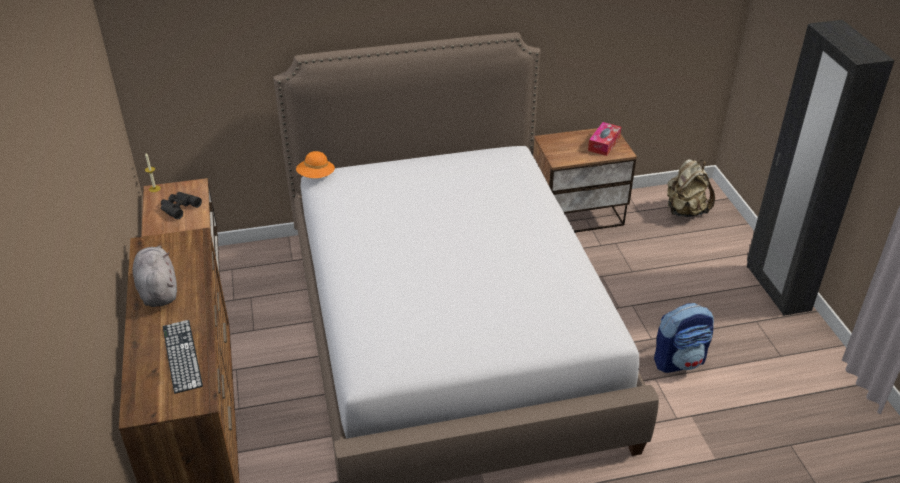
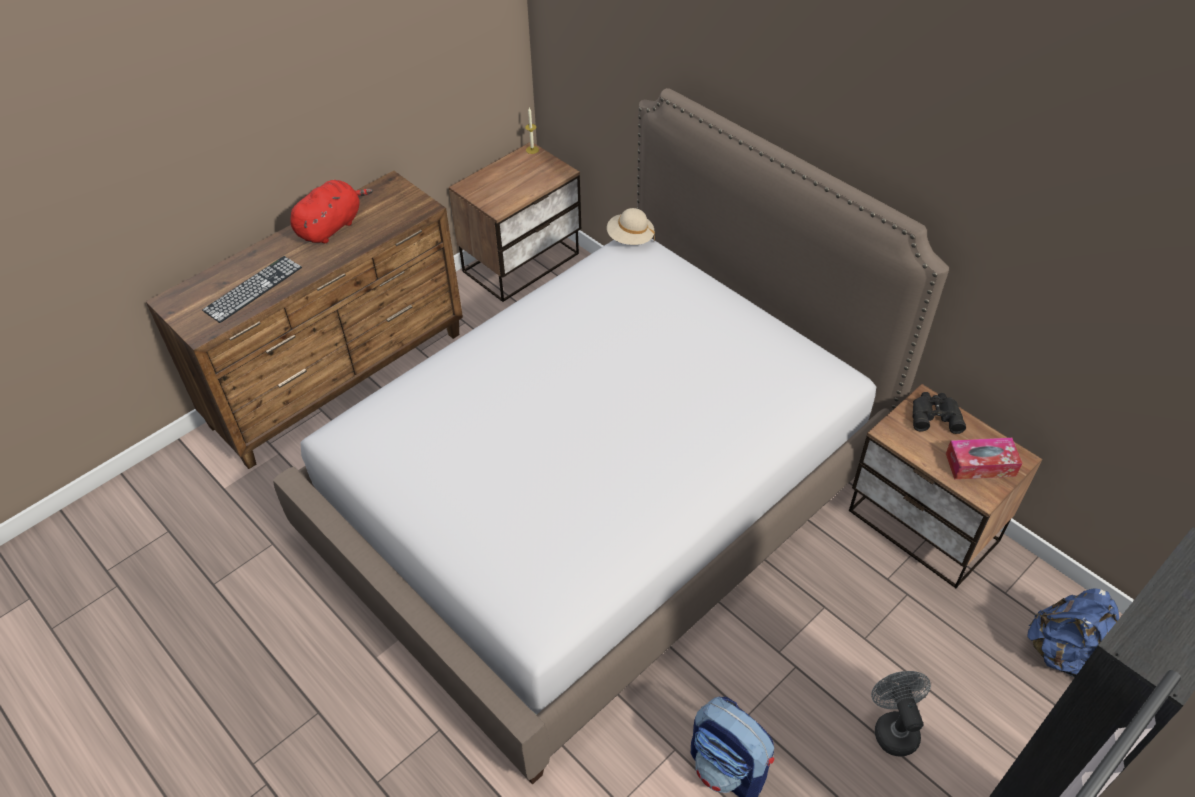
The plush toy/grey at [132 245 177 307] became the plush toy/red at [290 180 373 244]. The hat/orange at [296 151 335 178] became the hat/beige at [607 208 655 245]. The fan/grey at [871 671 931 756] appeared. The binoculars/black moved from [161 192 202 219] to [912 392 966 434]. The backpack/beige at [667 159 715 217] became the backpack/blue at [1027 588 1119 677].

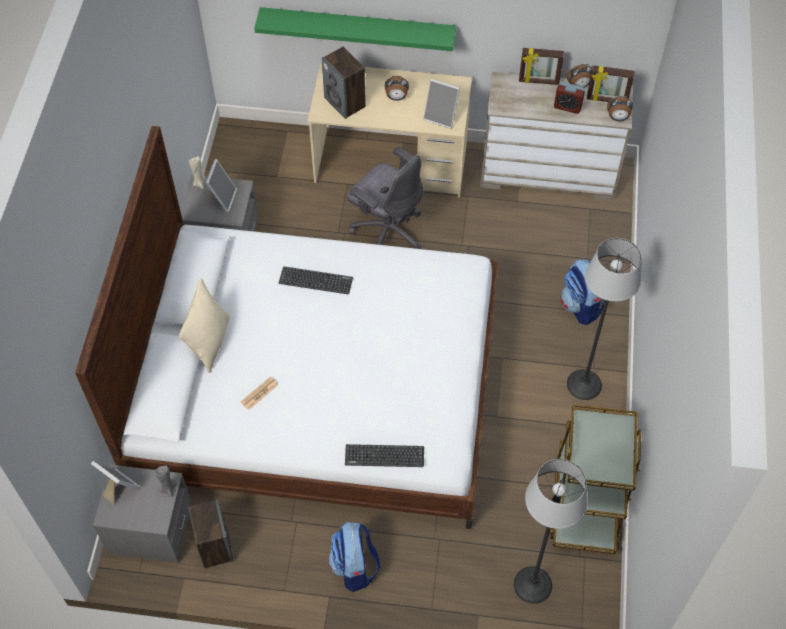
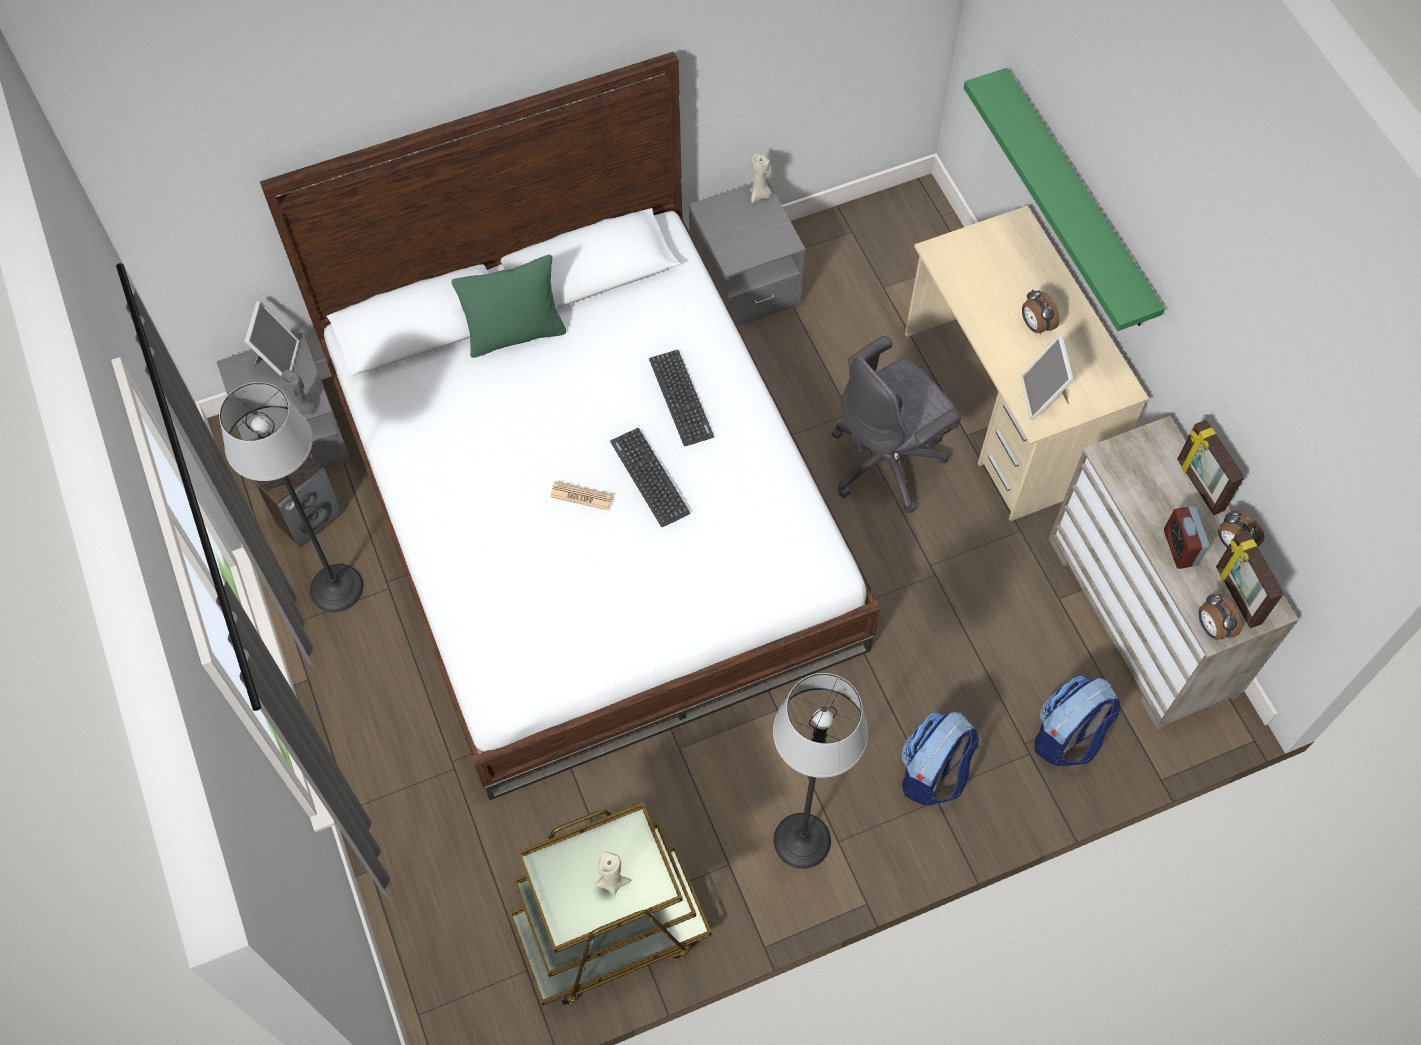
The floor lamp moved from [514 459 588 604] to [219 382 363 612]. The pillow/beige at [179 278 230 373] became the pillow/green at [451 255 566 358]. The newspaper moved from [241 376 279 410] to [550 481 613 510]. The candle/beige at [595 852 631 895] appeared. The keyboard moved from [345 444 424 467] to [610 428 690 527]. The office chair/grey at [347 147 423 249] turned 45 degrees clockwise. The backpack moved from [328 522 381 592] to [1034 676 1120 766]. The picture frame at [206 159 237 213] disappeared. The speaker at [322 47 366 119] disappeared.

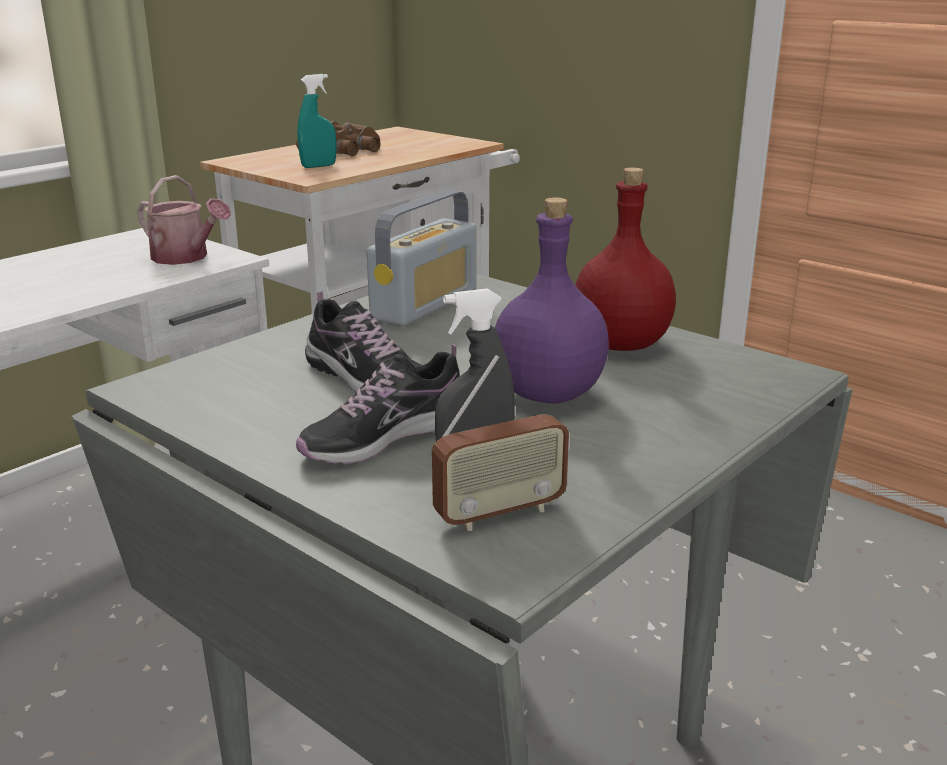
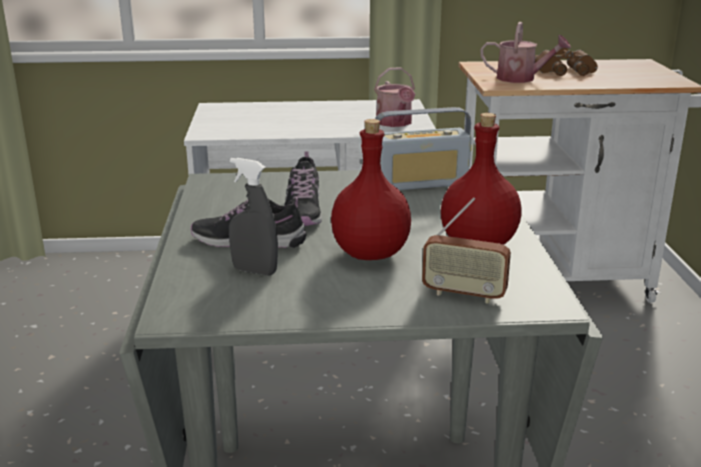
The bottle/purple at [495 197 609 404] became the bottle/red at [331 119 411 260]. The radio moved from [432 355 569 531] to [422 197 511 304]. The spray bottle/turquoise at [297 74 336 168] was replaced by the watering can at [481 22 571 83].

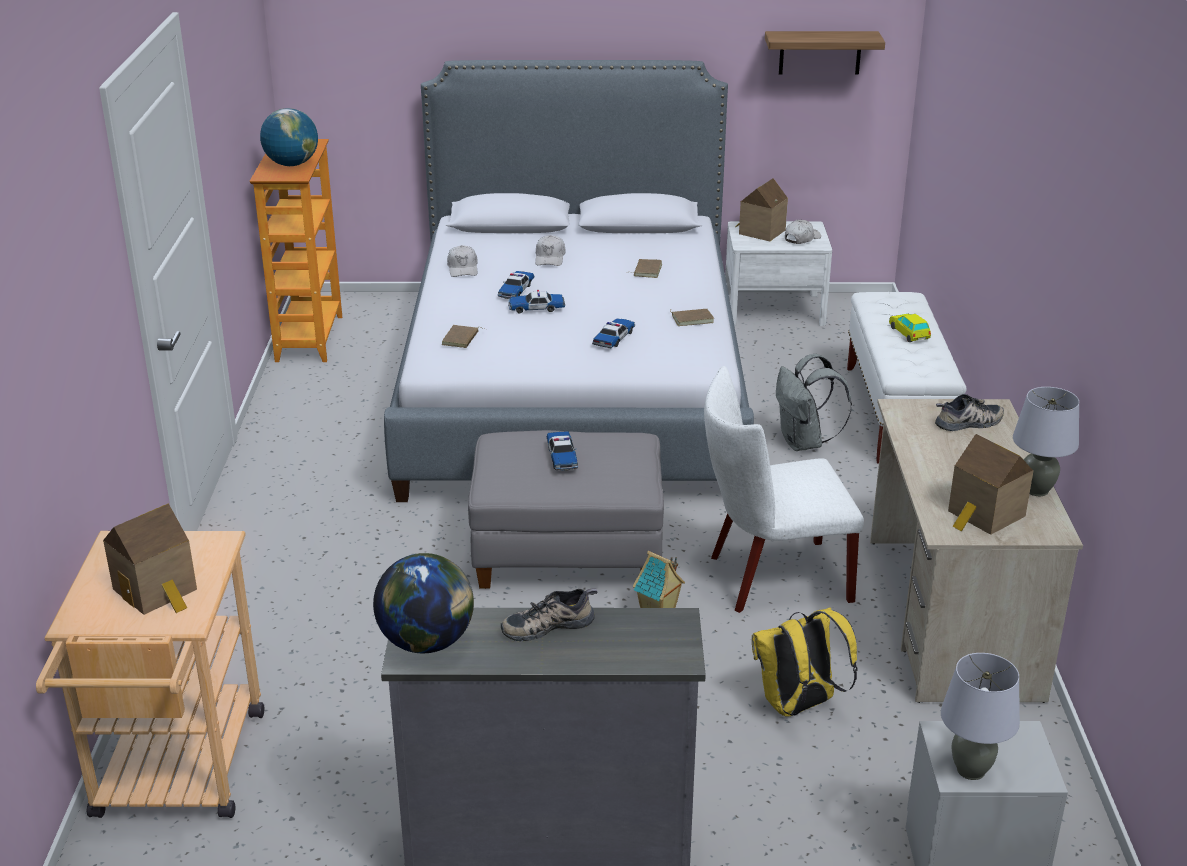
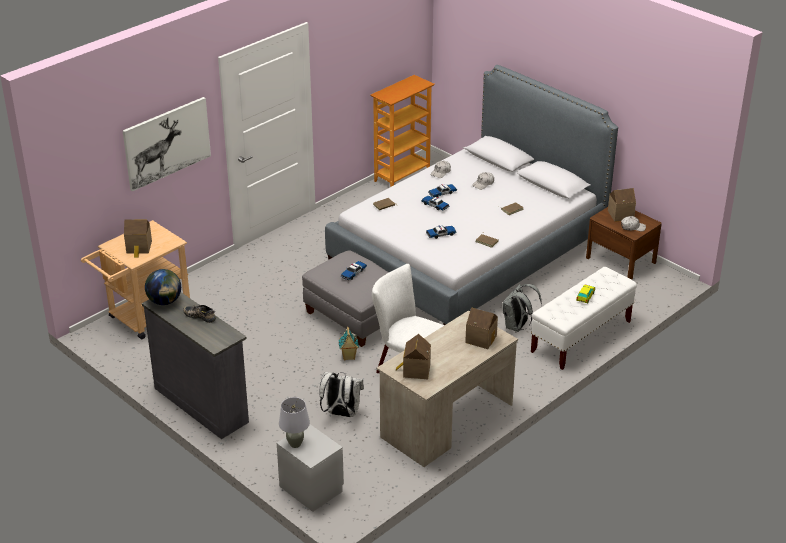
The picture at [123 97 211 191] appeared. The backpack/yellow at [752 607 858 717] became the backpack/white at [319 372 364 417]. The shoe at [935 394 1004 431] was replaced by the toy house at [465 307 498 349]. The nightstand/white at [725 221 832 326] became the nightstand/brown at [586 207 662 280]. The globe at [260 108 318 166] disappeared. The shelf at [765 31 885 74] disappeared. The table lamp/grey at [1013 387 1079 496] disappeared.

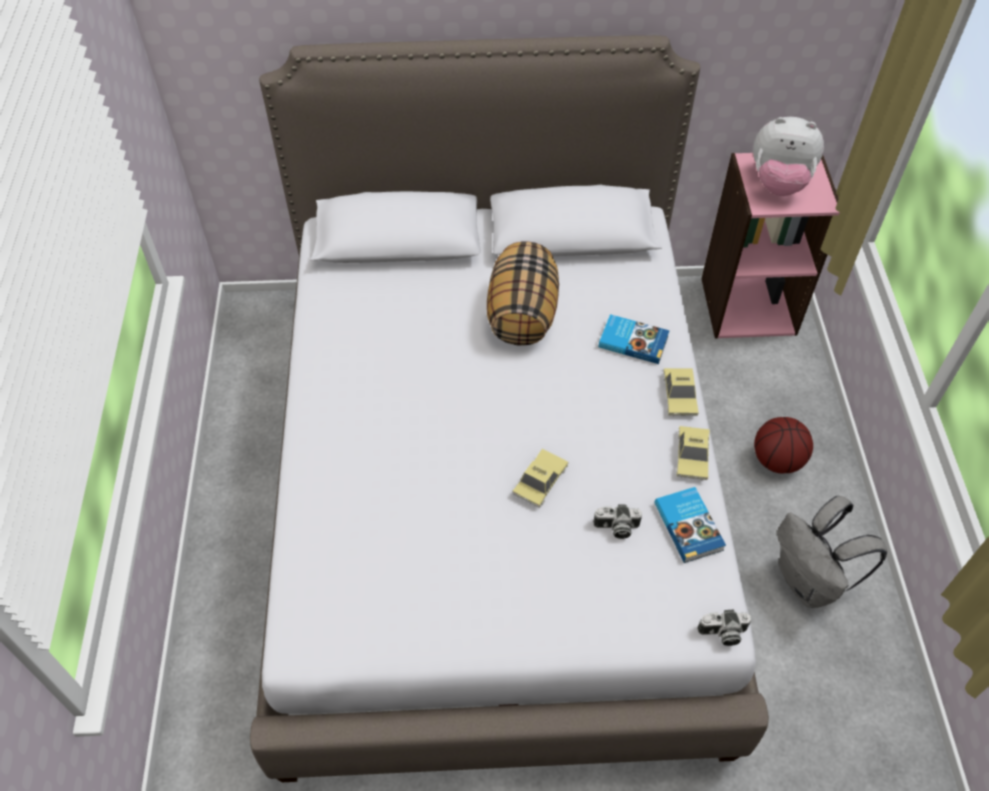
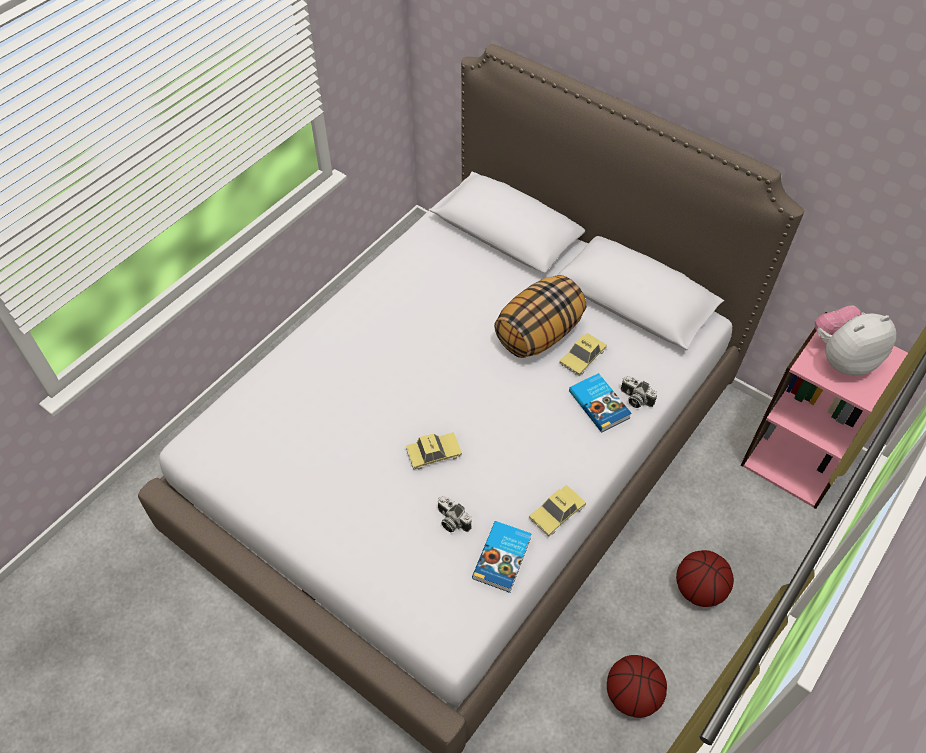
The toy car moved from [663 368 699 416] to [560 333 607 376]. The backpack/grey at [777 495 888 608] was replaced by the basketball at [607 655 667 718]. The photo camera moved from [697 610 751 646] to [621 376 657 408]. The plush toy at [753 117 824 196] turned 105 degrees clockwise.

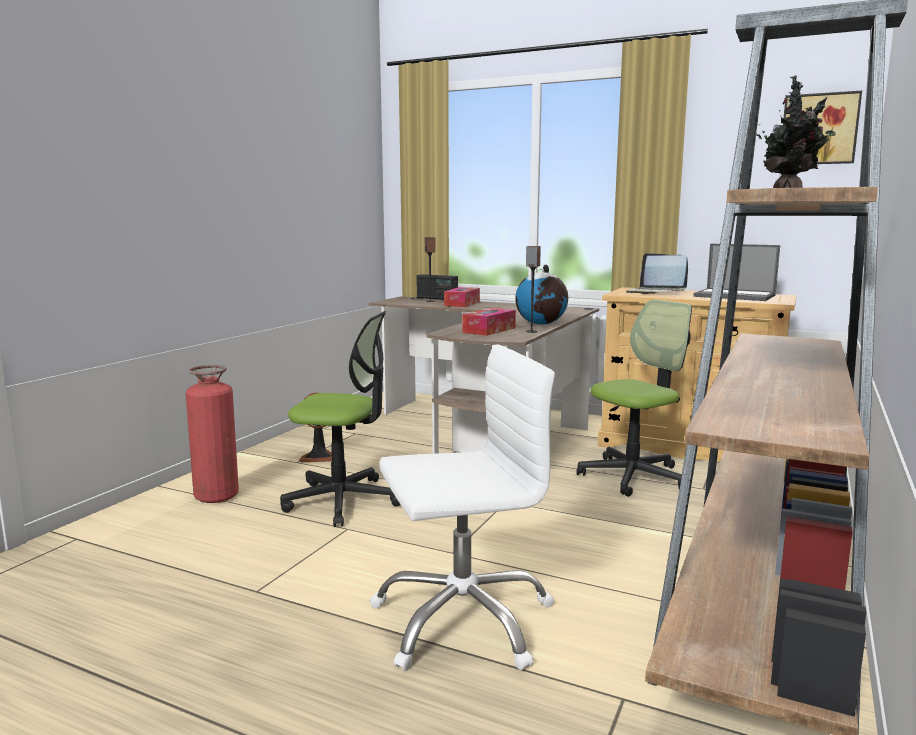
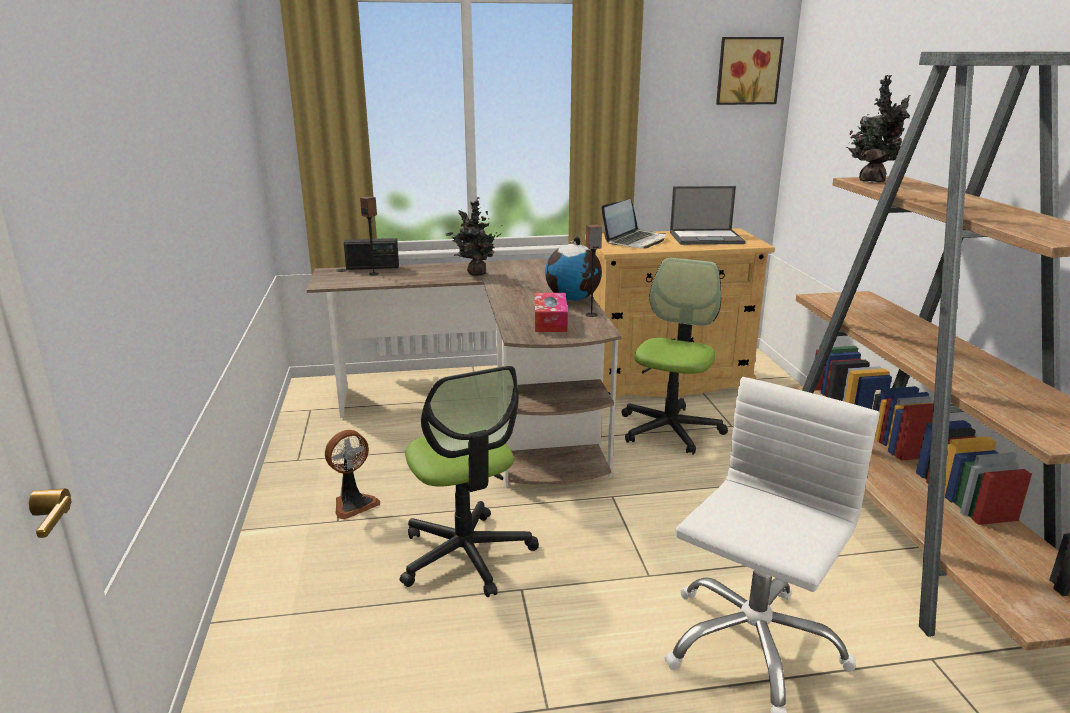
The office chair at [280 311 400 527] turned 90 degrees clockwise. The potted plant at [446 197 501 276] appeared. The laptop at [626 253 688 294] turned 60 degrees counterclockwise. The fire extinguisher at [186 365 239 503] disappeared. The tissue box at [444 287 480 307] disappeared.

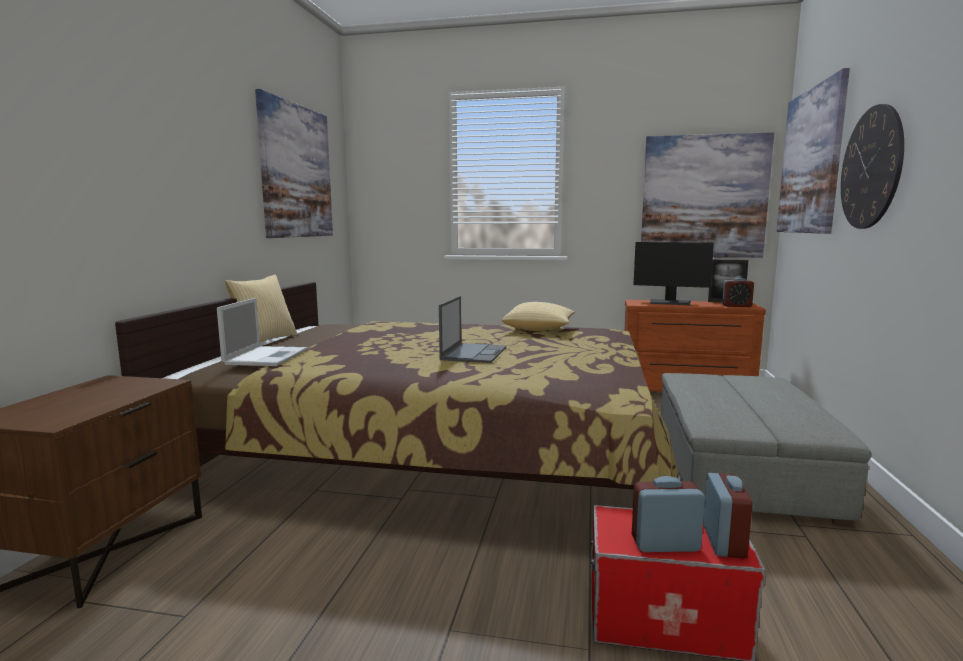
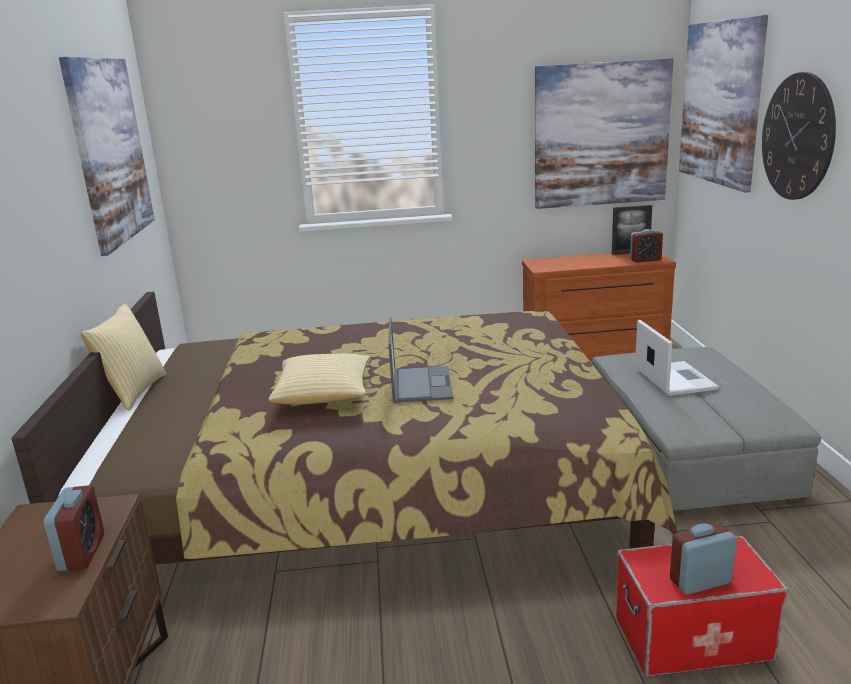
The alarm clock moved from [703 473 753 558] to [44 485 104 571]. The pillow moved from [502 302 575 331] to [269 354 370 405]. The laptop moved from [217 298 307 366] to [635 320 719 396]. The monitor at [633 242 714 305] disappeared.

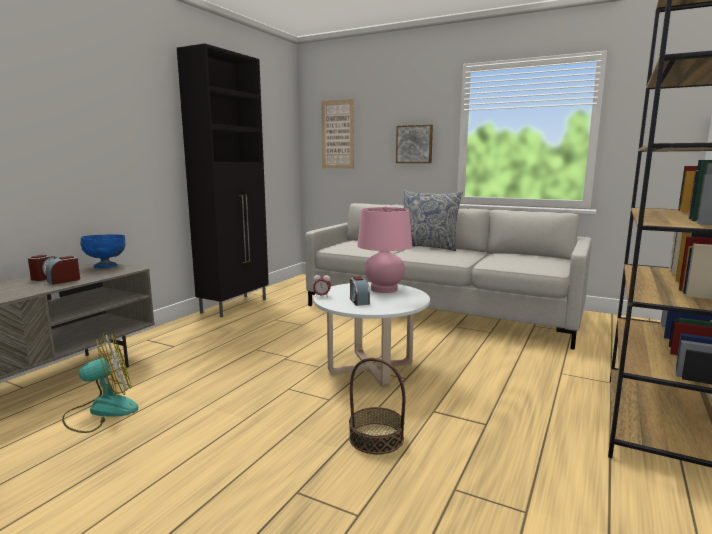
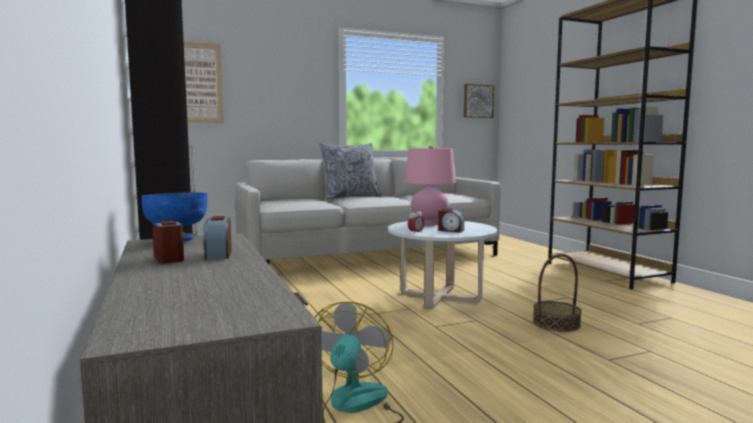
The picture moved from [396 125 433 163] to [464 84 494 118].

